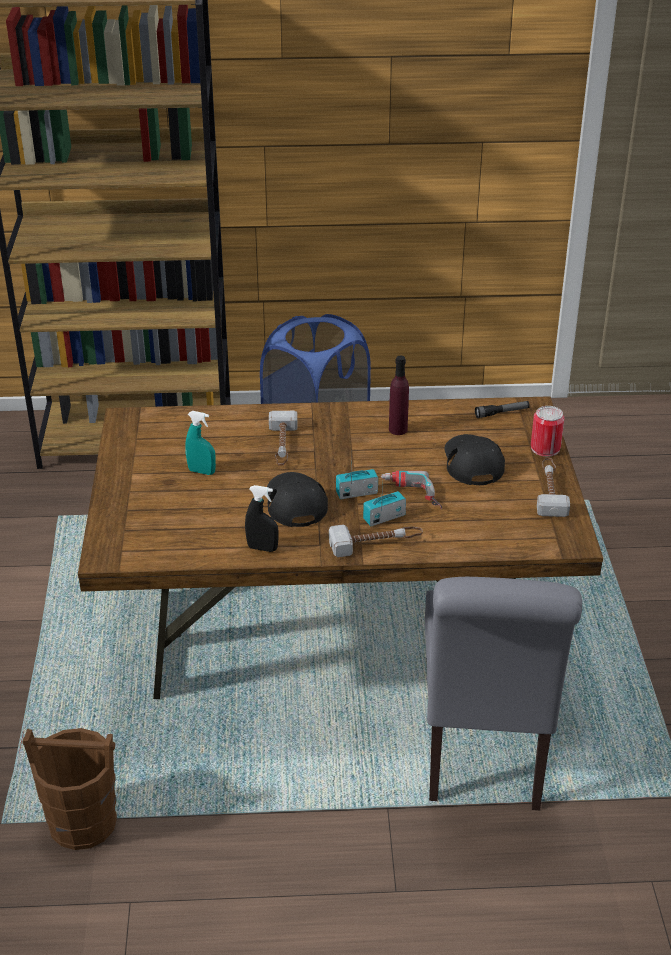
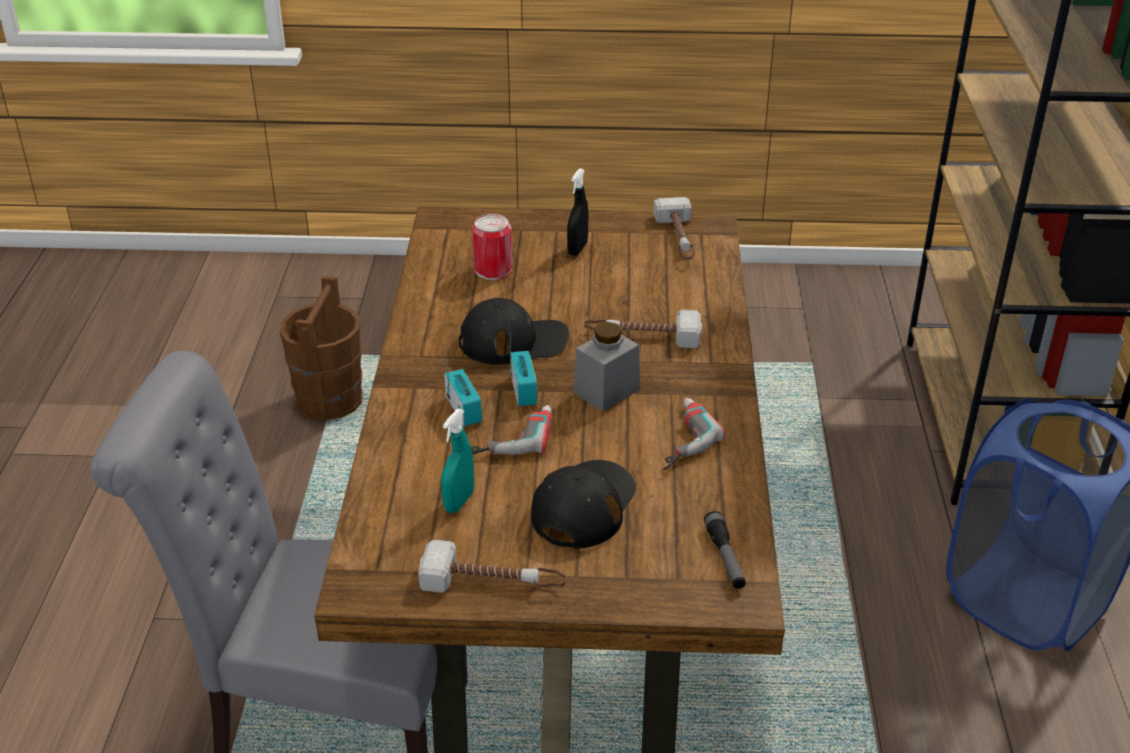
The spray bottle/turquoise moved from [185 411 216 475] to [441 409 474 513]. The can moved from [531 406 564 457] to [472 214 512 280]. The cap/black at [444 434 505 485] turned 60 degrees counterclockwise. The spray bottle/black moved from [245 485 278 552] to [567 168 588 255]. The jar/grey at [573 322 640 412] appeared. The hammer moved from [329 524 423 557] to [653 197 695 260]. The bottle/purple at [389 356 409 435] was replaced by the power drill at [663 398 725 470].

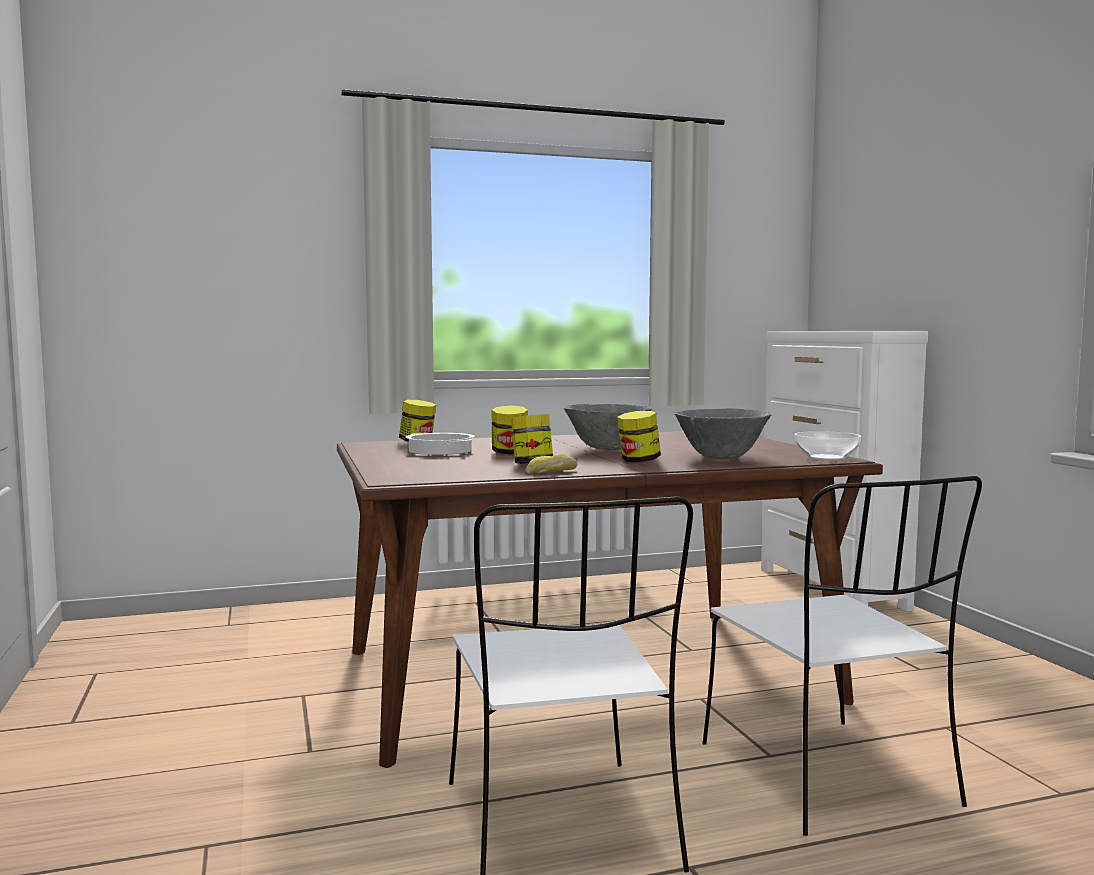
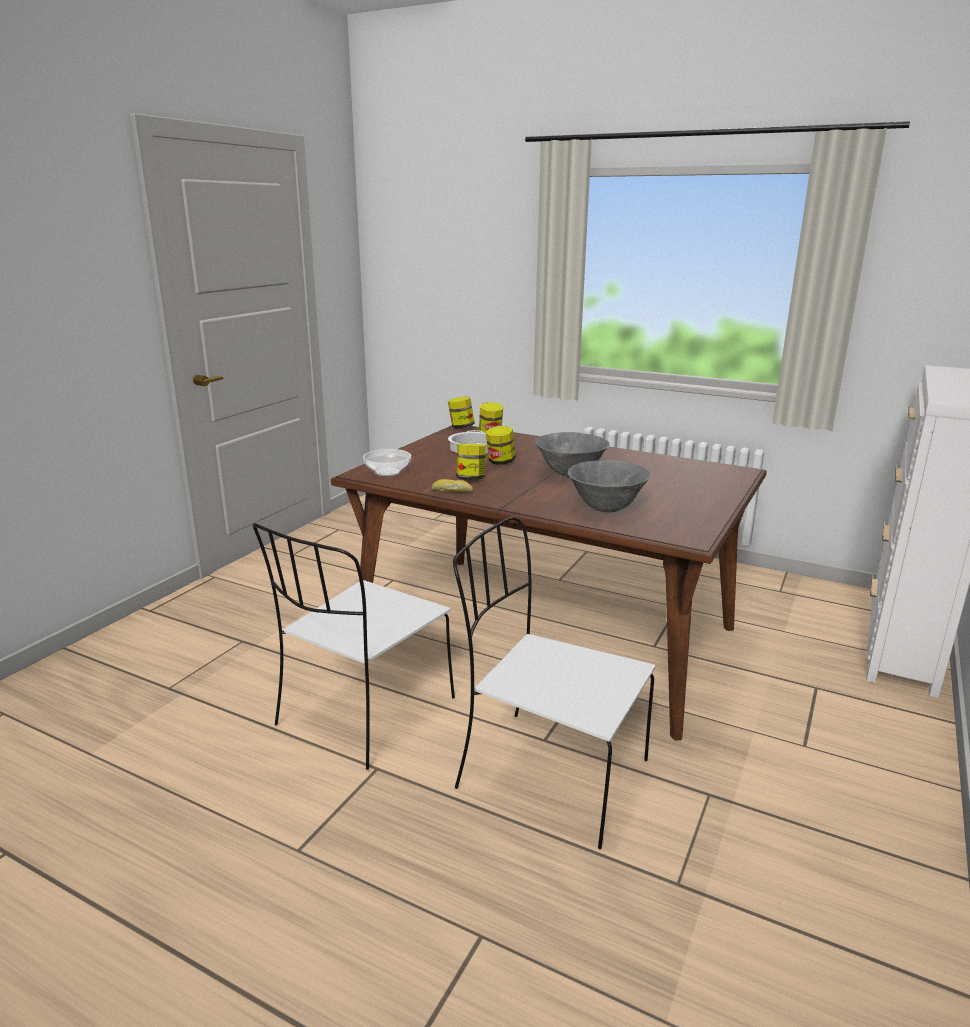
The bowl moved from [795 431 861 460] to [363 449 411 476]. The jar moved from [617 411 661 462] to [448 397 475 428]. The chair/white at [703 476 982 836] turned 90 degrees clockwise.

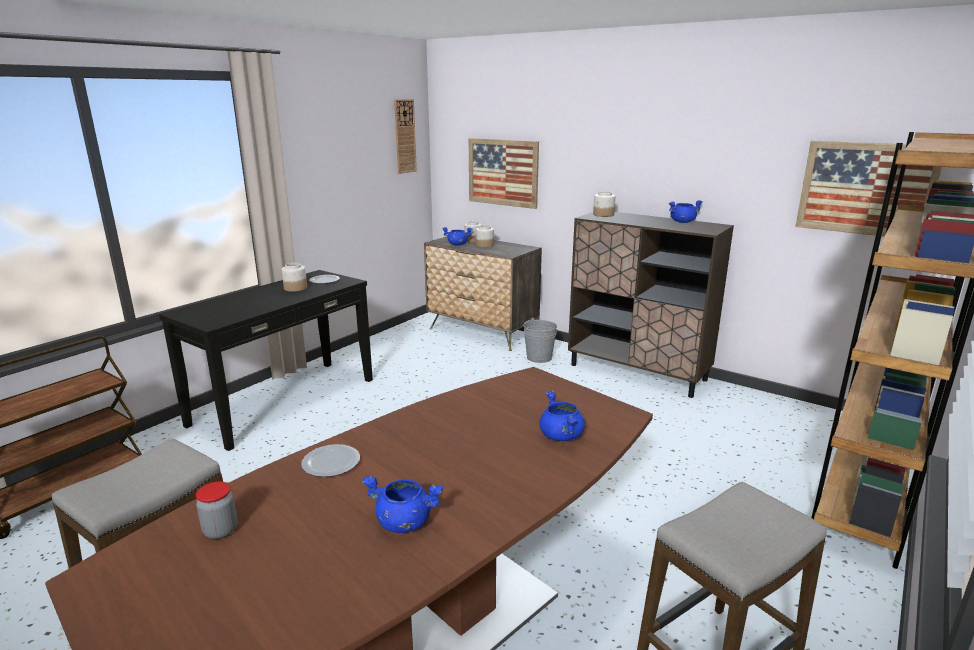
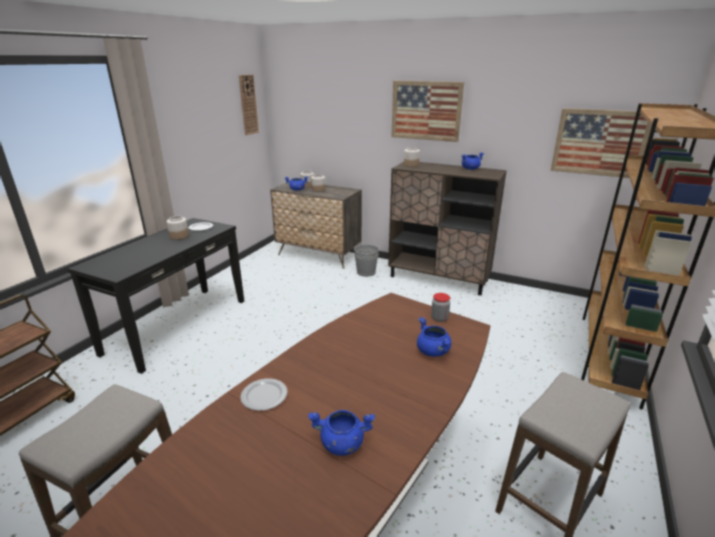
The picture moved from [469 138 539 209] to [391 80 464 142]. The jar moved from [196 482 237 539] to [431 293 450 322].

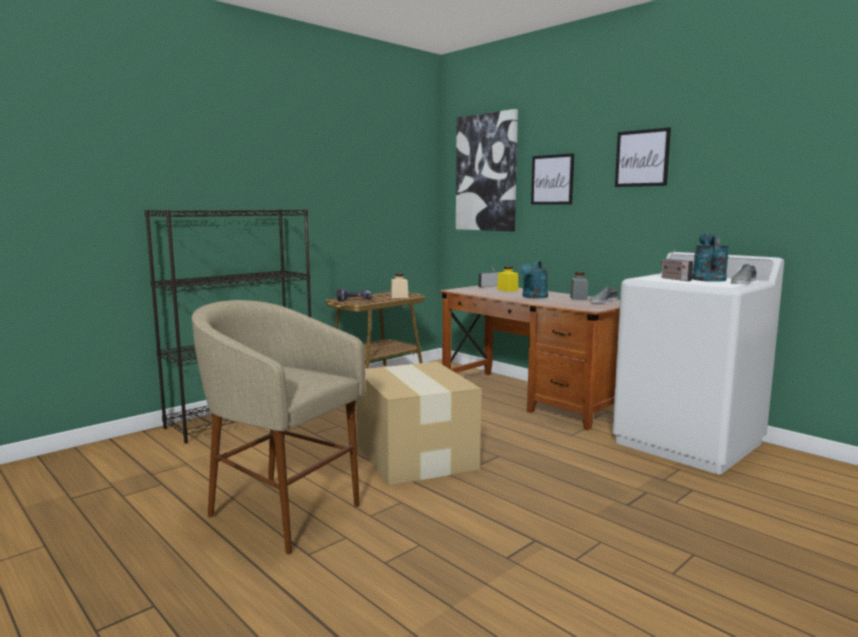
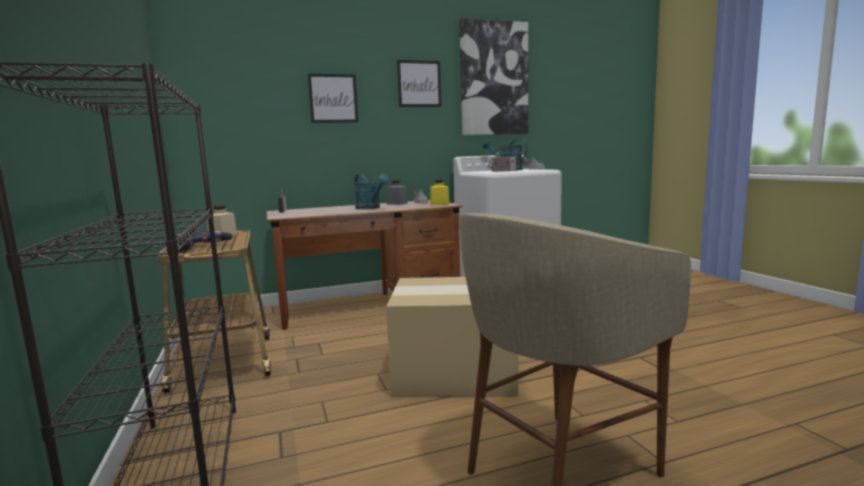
The jar/yellow moved from [497 266 518 292] to [430 180 449 205]. The picture moved from [456 109 518 231] to [459 18 528 135].

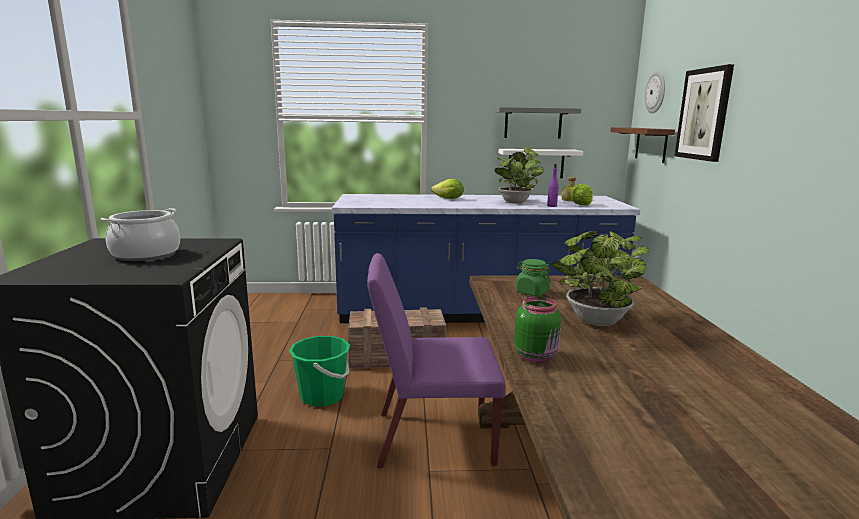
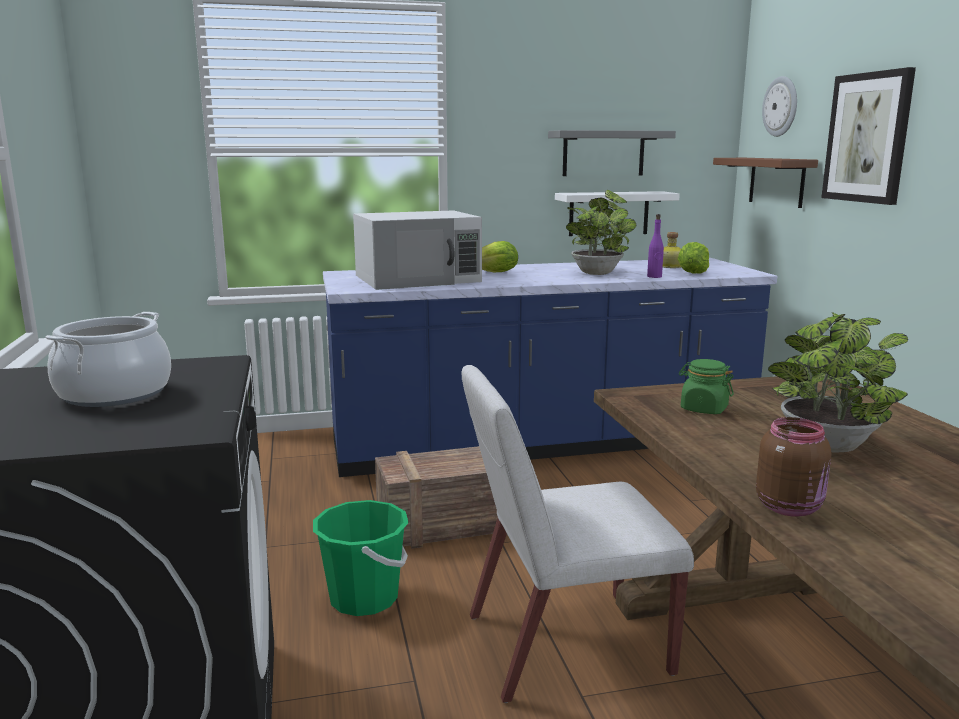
The microwave/white at [353 210 482 290] appeared. The chair/purple at [367 253 506 469] became the chair/white at [461 365 694 703]. The jar/green at [514 296 561 363] became the jar/brown at [756 417 831 517].

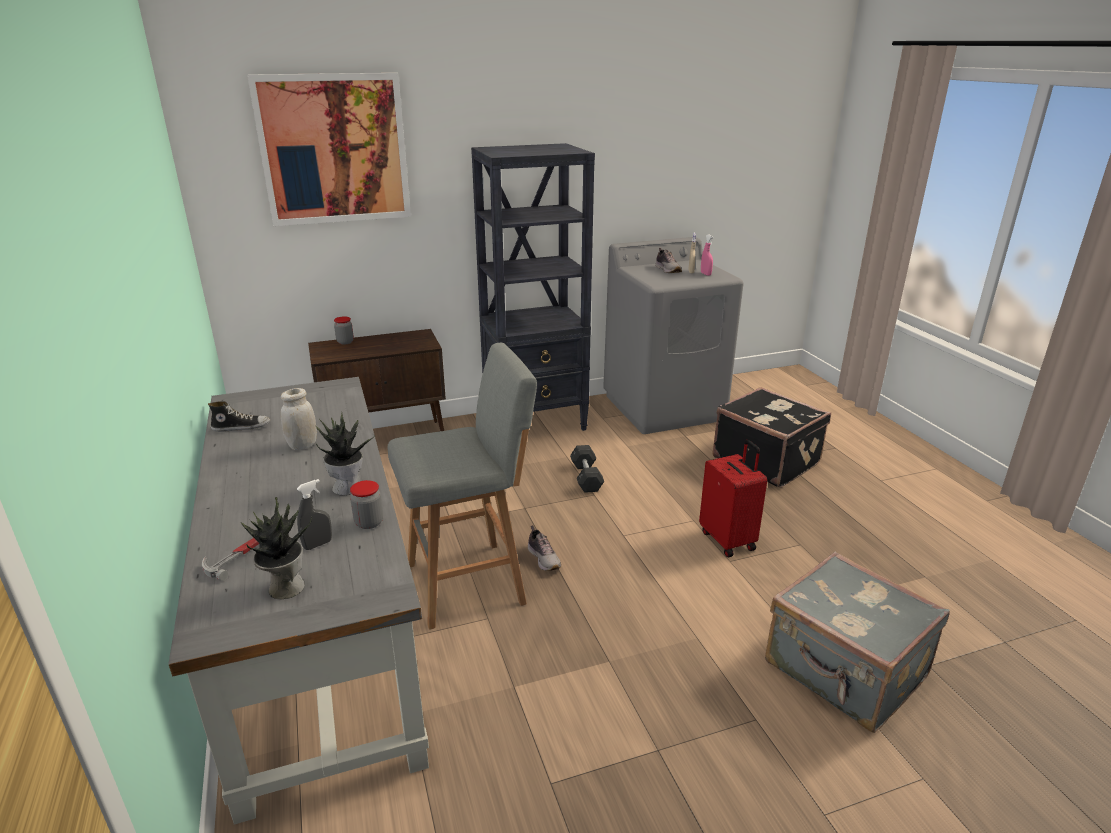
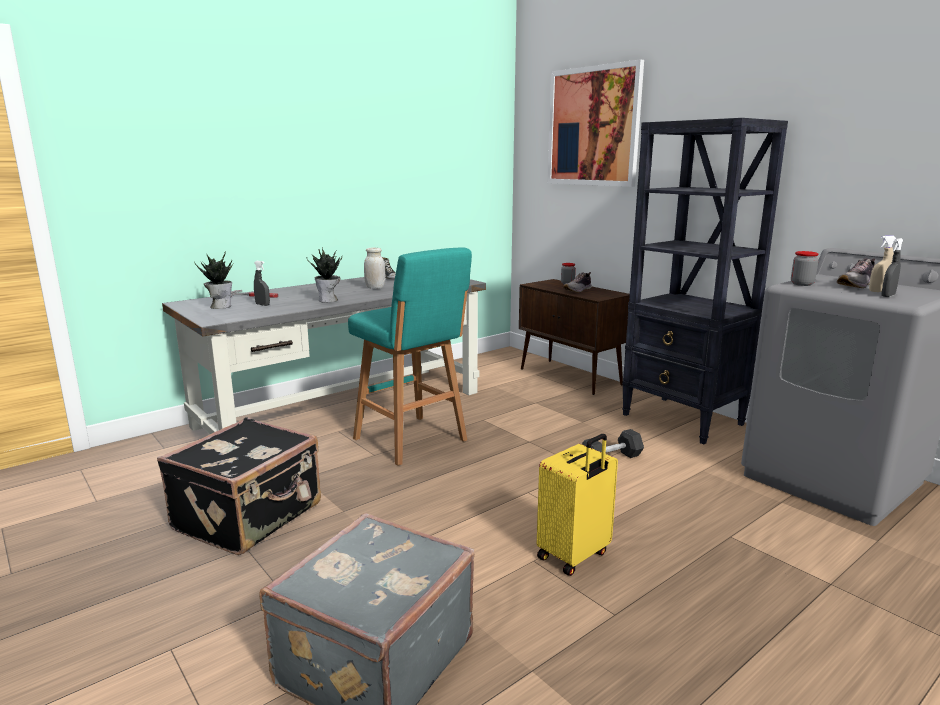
The suitcase/black moved from [712 387 831 488] to [157 417 321 555]. The stool/grey at [388 343 537 630] became the stool/turquoise at [348 247 472 466]. The suitcase/red at [699 440 767 557] became the suitcase/yellow at [537 434 618 576]. The shoe moved from [528 525 561 571] to [563 272 591 293]. The jar moved from [350 480 383 529] to [791 251 819 286]. The spray bottle/pink at [701 234 714 276] became the spray bottle/grey at [881 238 903 297].

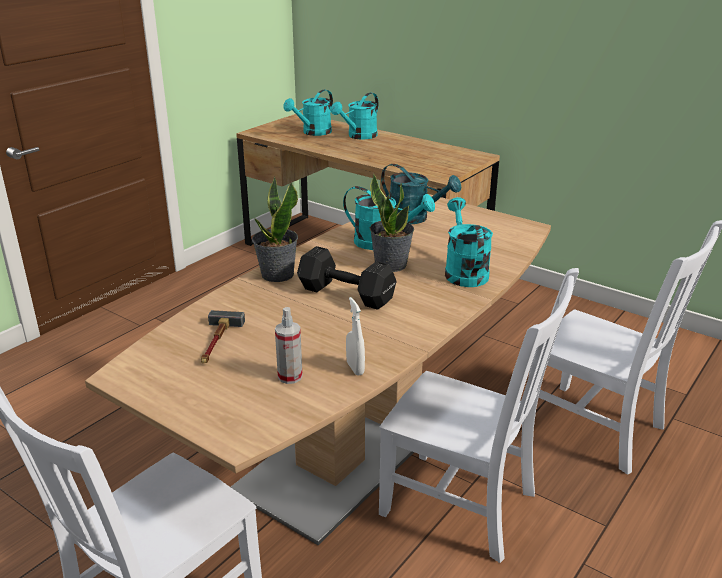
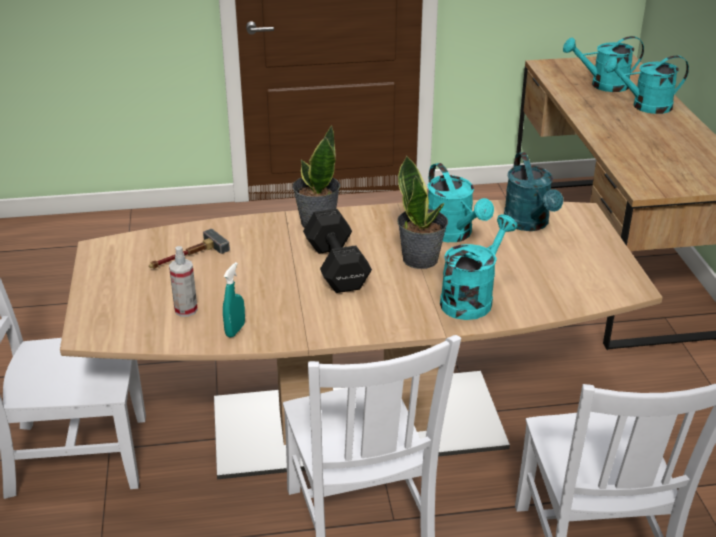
The spray bottle/white at [346 297 365 376] became the spray bottle/turquoise at [223 262 245 338].

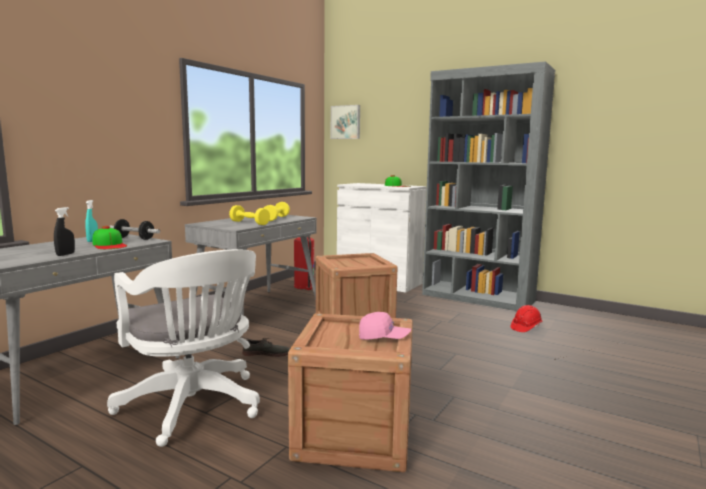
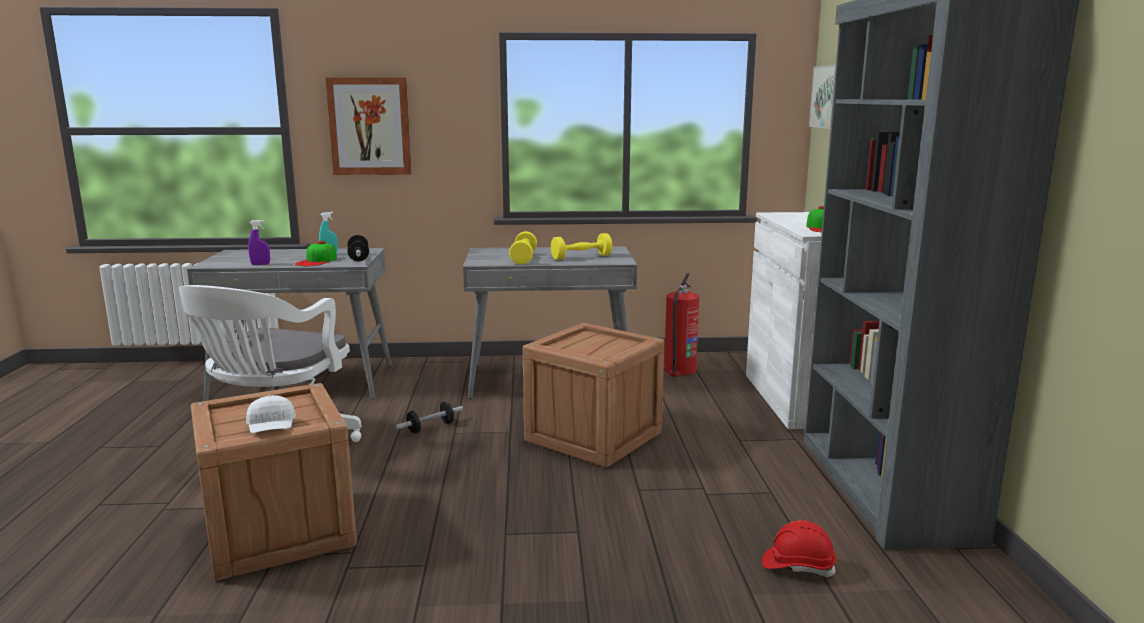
The cap/pink at [359 312 411 340] became the cap/white at [246 395 296 433]. The spray bottle/black at [54 207 75 256] became the spray bottle/purple at [248 220 270 265]. The picture at [326 78 412 175] appeared. The shoe/grey at [242 338 290 357] was replaced by the dumbbell at [396 402 463 434].

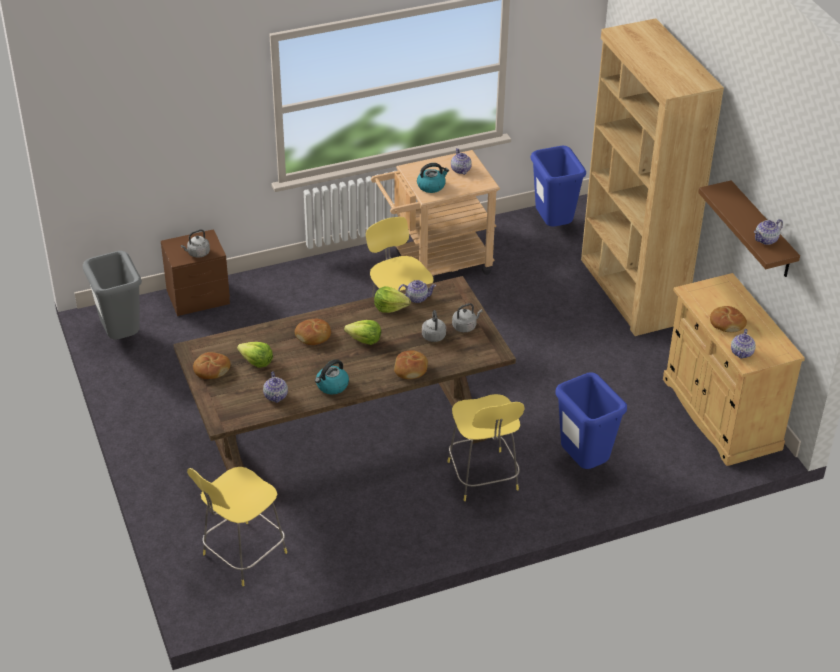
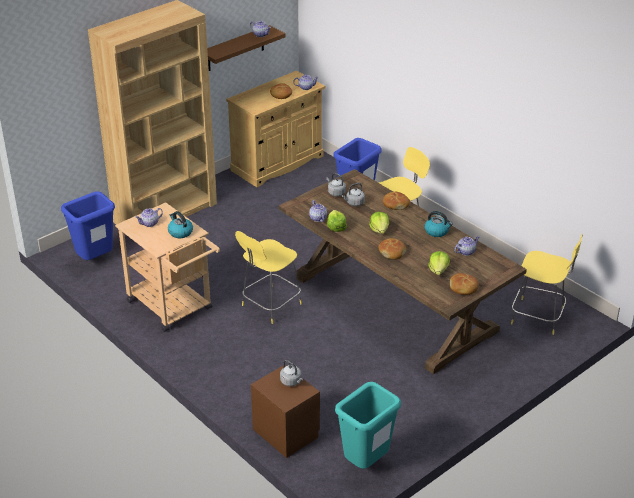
The trash can/grey at [83 251 142 340] became the trash can/turquoise at [335 382 401 469].

